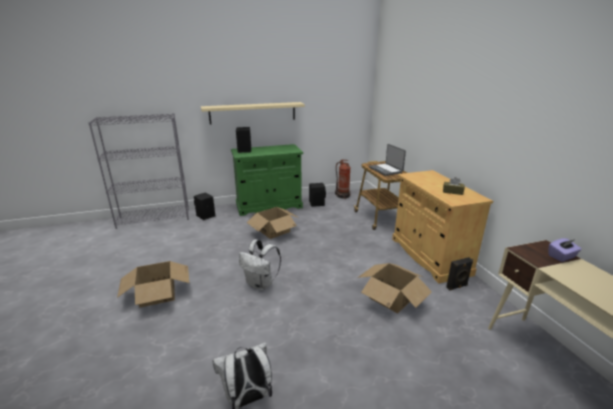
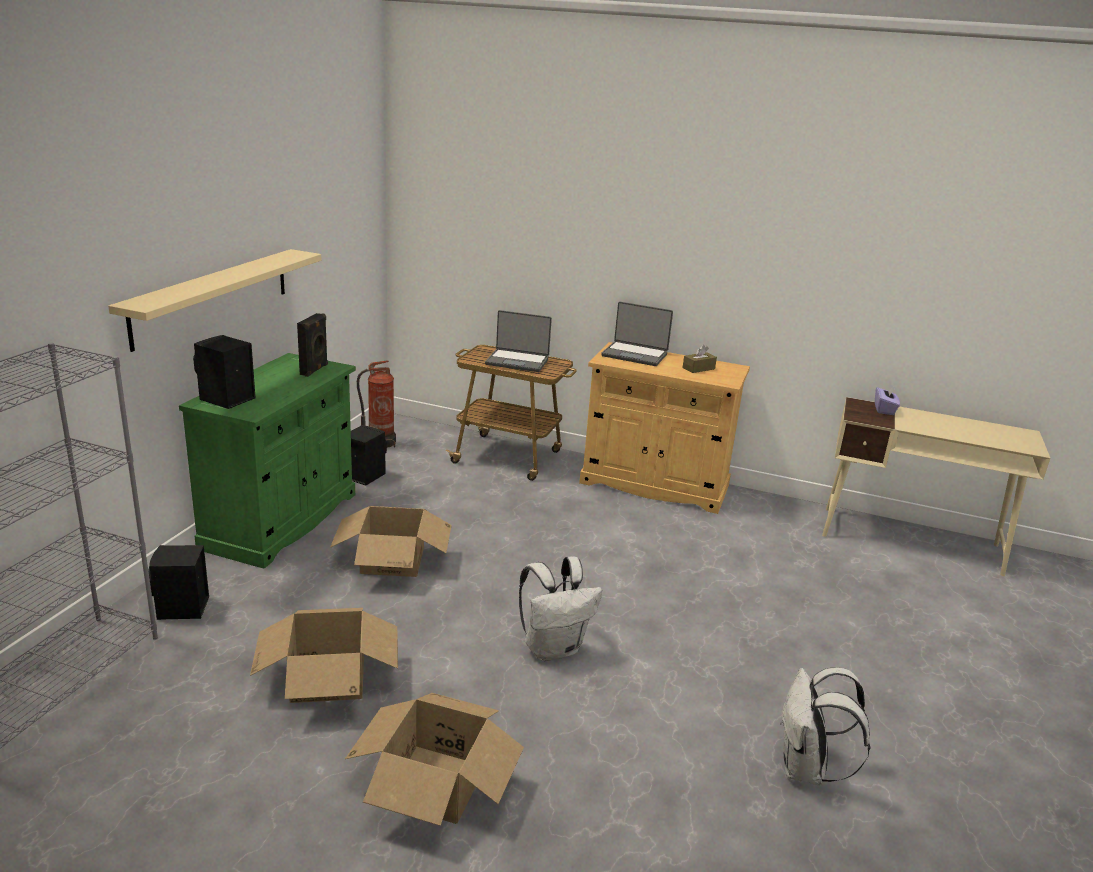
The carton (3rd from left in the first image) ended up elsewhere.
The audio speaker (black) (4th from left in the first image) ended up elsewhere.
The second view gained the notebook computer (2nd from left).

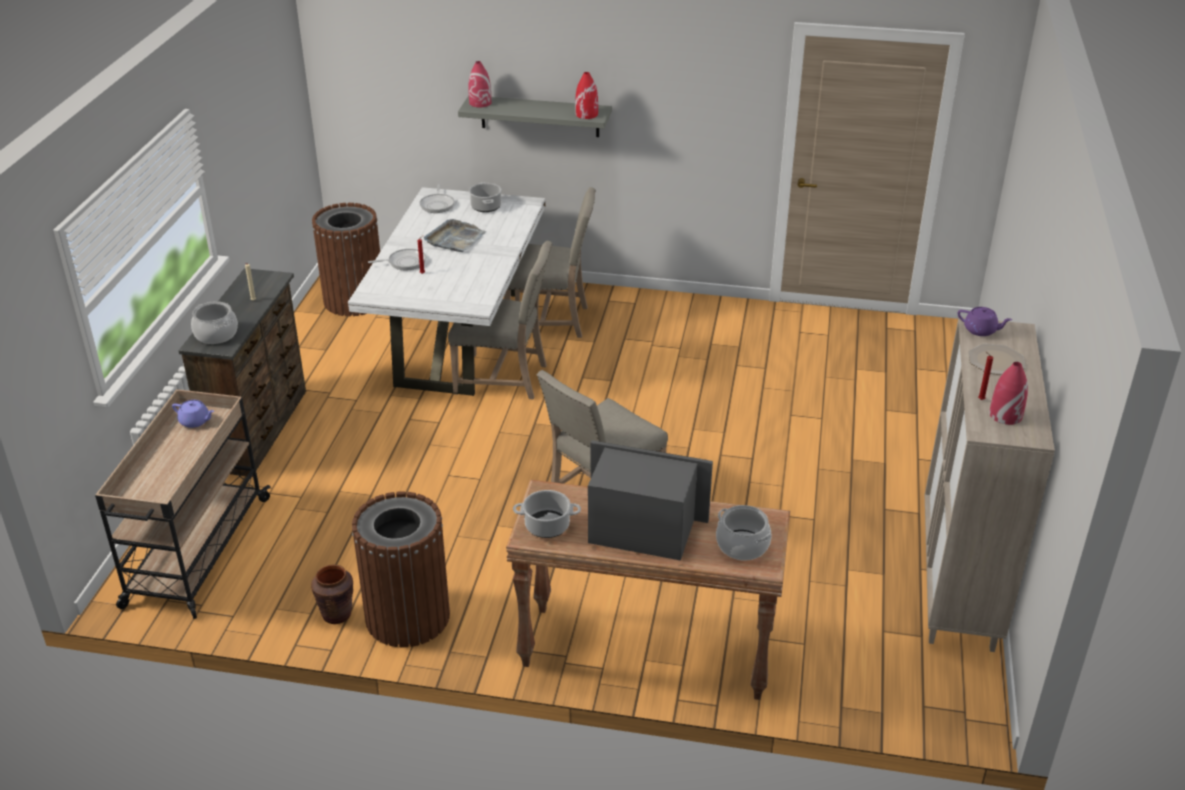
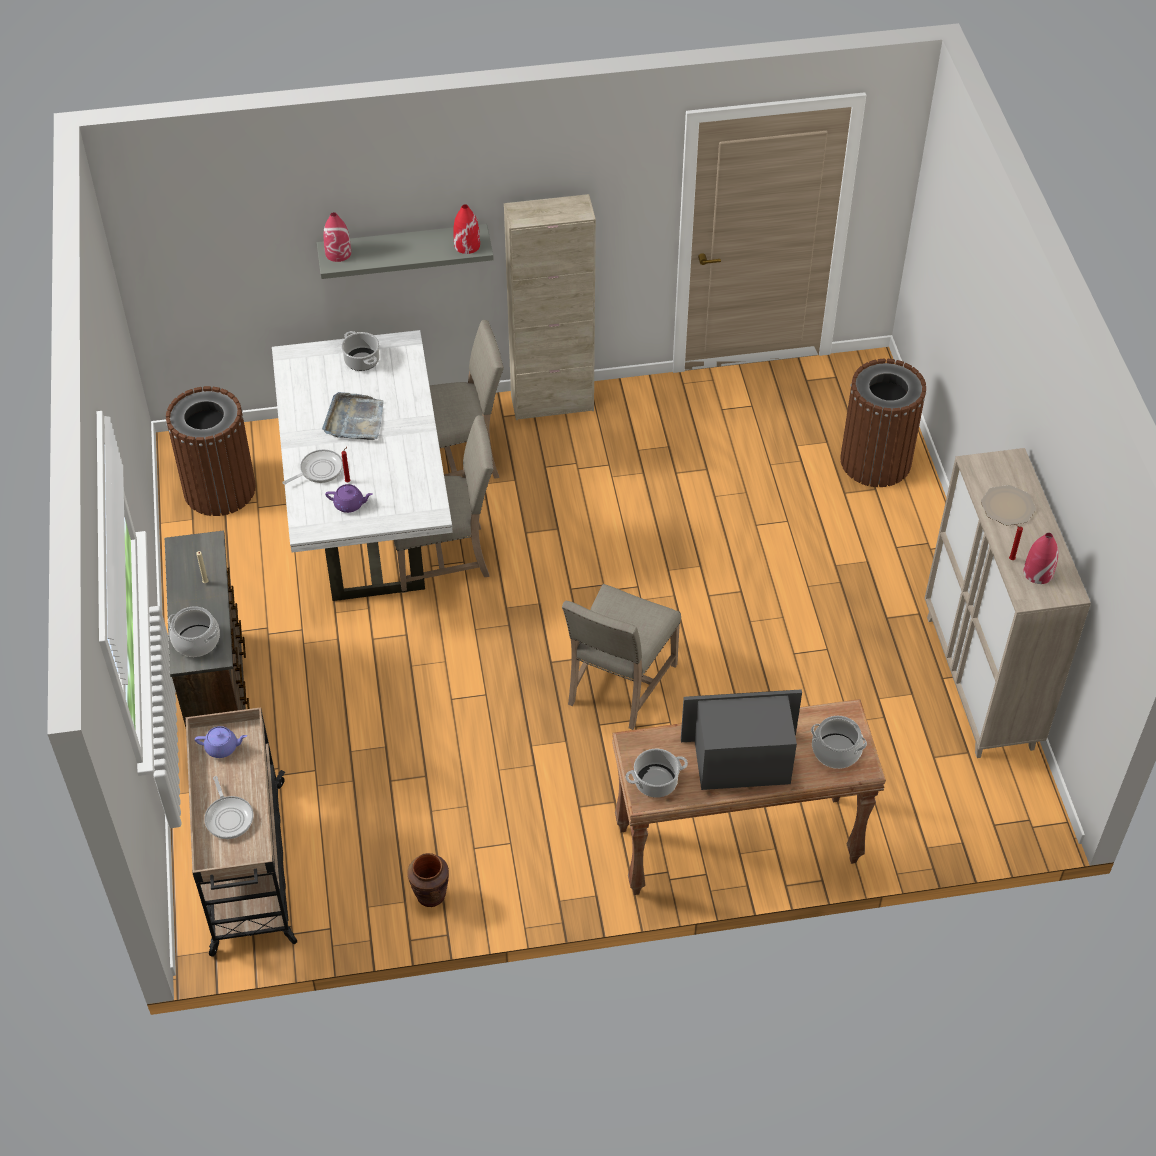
The frying pan (2nd from left in the first image) ended up elsewhere.
The teapot (purplish) (2nd from left) ended up elsewhere.
The second view gained the storage cabinet (sand-coloured) (1st from left).
The waste bin (brown) (2nd from left) ended up elsewhere.

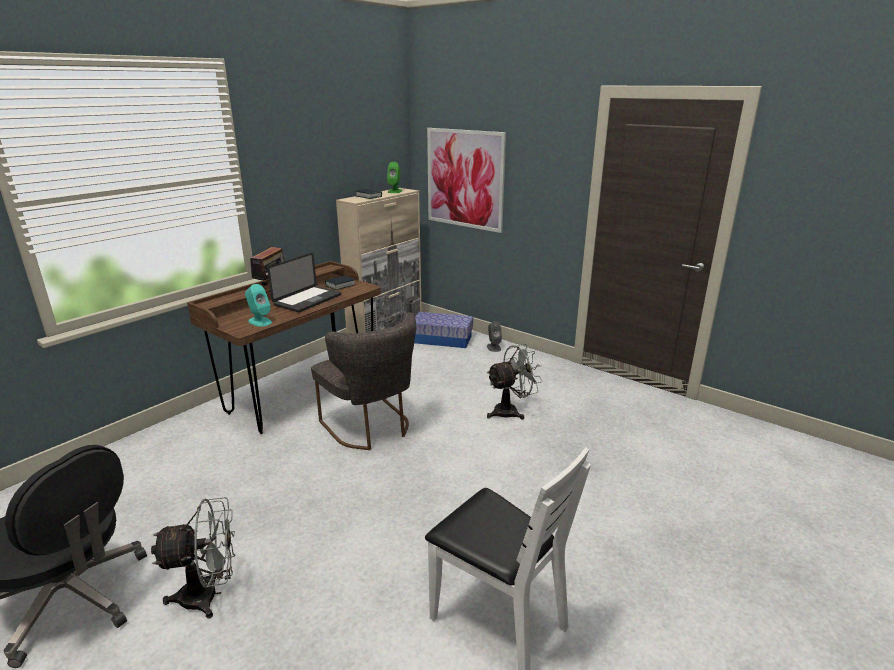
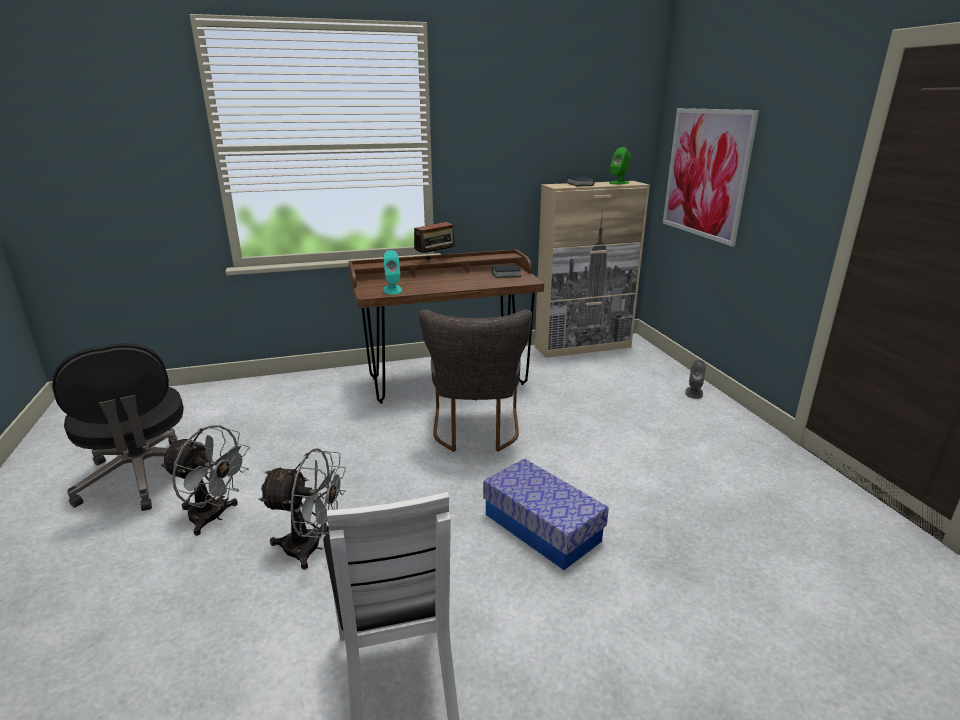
The cooling fan (grey) (2nd from left) ended up elsewhere.
The storage container ended up elsewhere.
The second view lost the notebook computer.

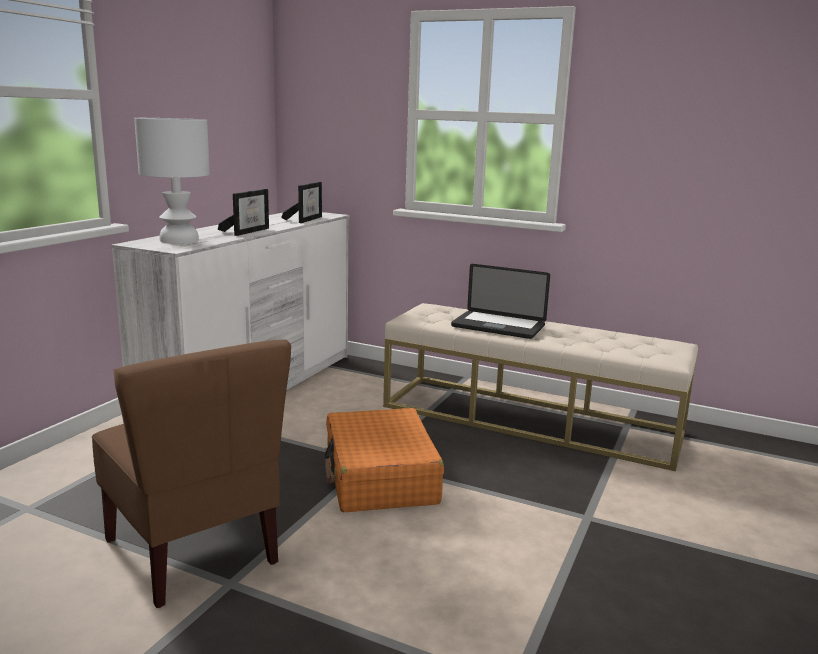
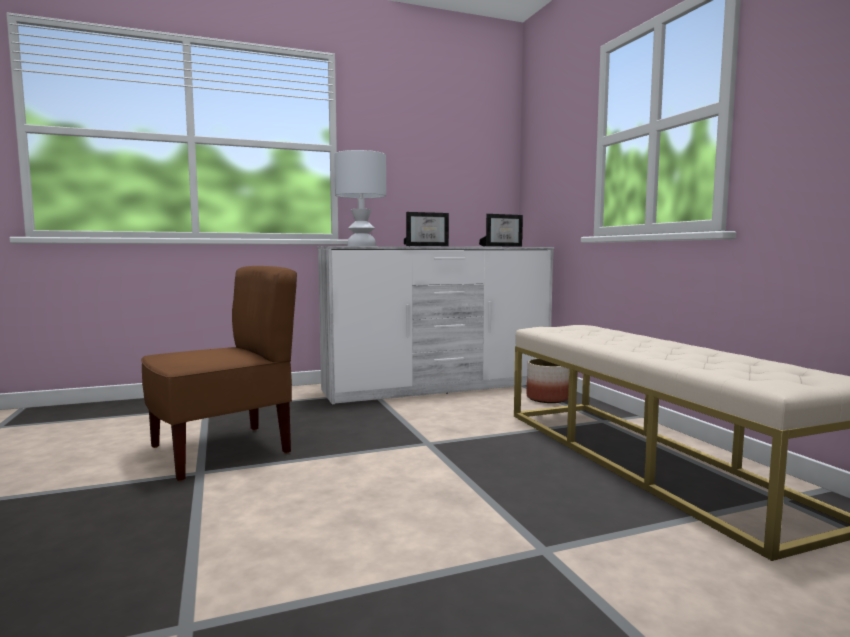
The upright chair (brown) ended up facing another way, 135 degrees counterclockwise from before.
The second view gained the plant pot.
The second view lost the piece of luggage (orangey).
The second view lost the notebook computer.

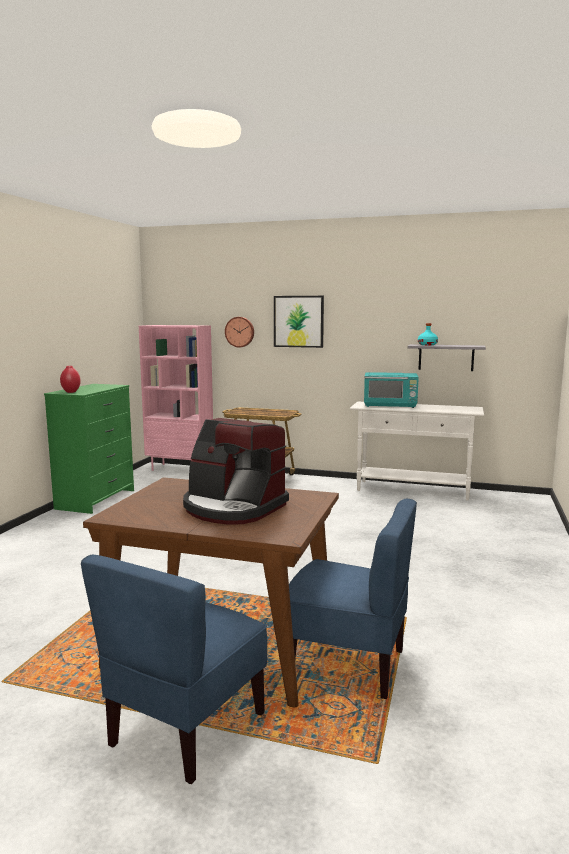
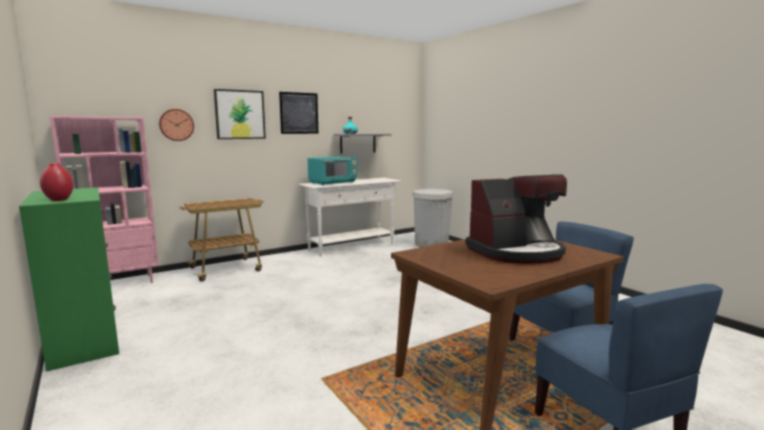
The second view gained the picture (2nd from left).
The second view gained the waste bin (white-coloured).

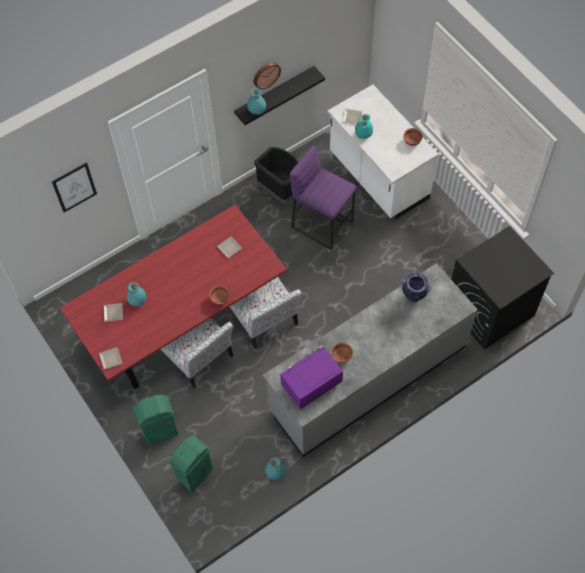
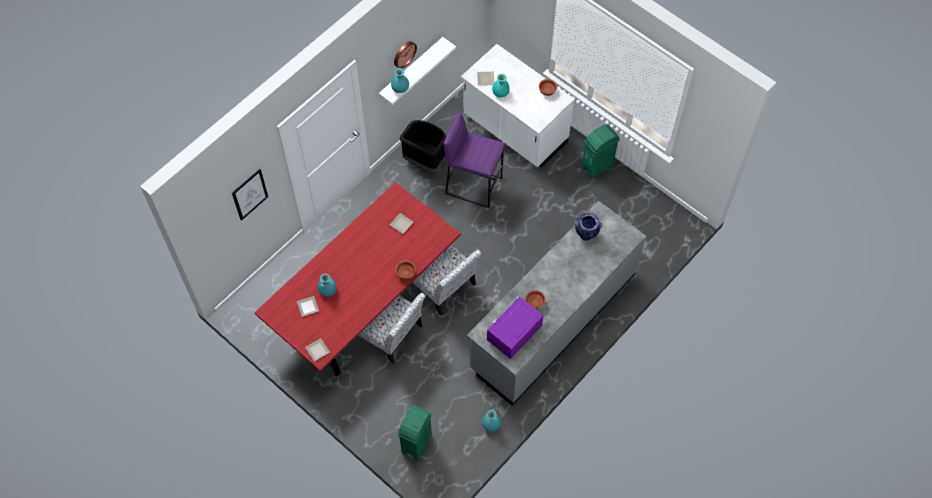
What was the bracket shelf (black) turned into the bracket shelf (white-coloured).
The waste bin (green-coloured) (1st from left in the first image) ended up elsewhere.
The second view lost the washing machine (black).

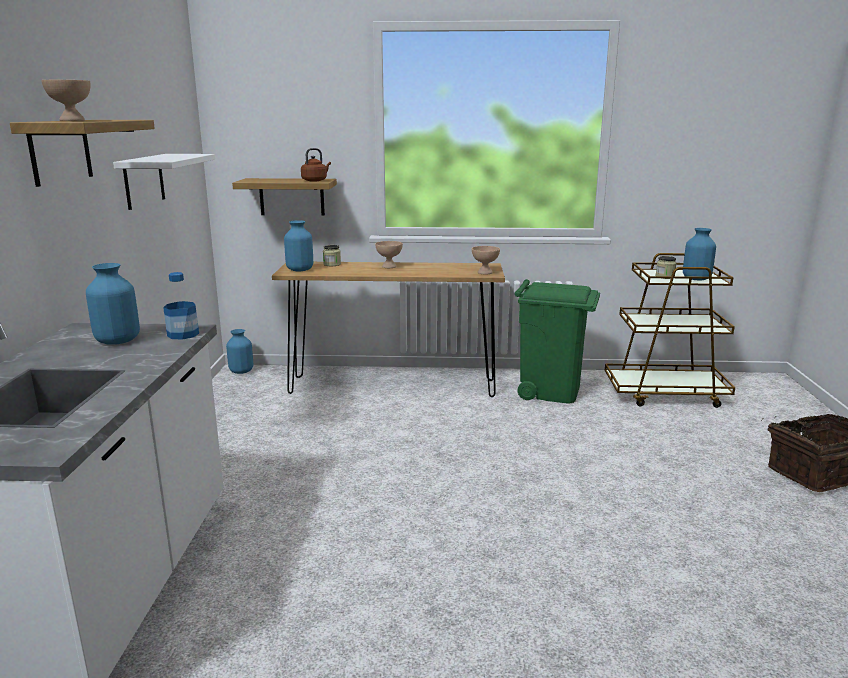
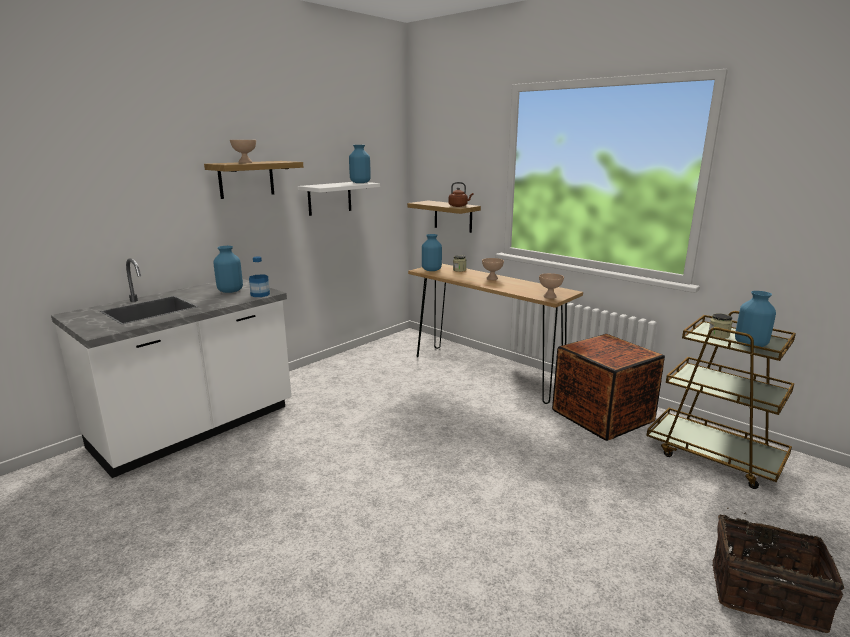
The decorative vase (blue) (2nd from left) ended up elsewhere.
Where the waste bin (green-coloured) stood, the shipping crate came to stand.

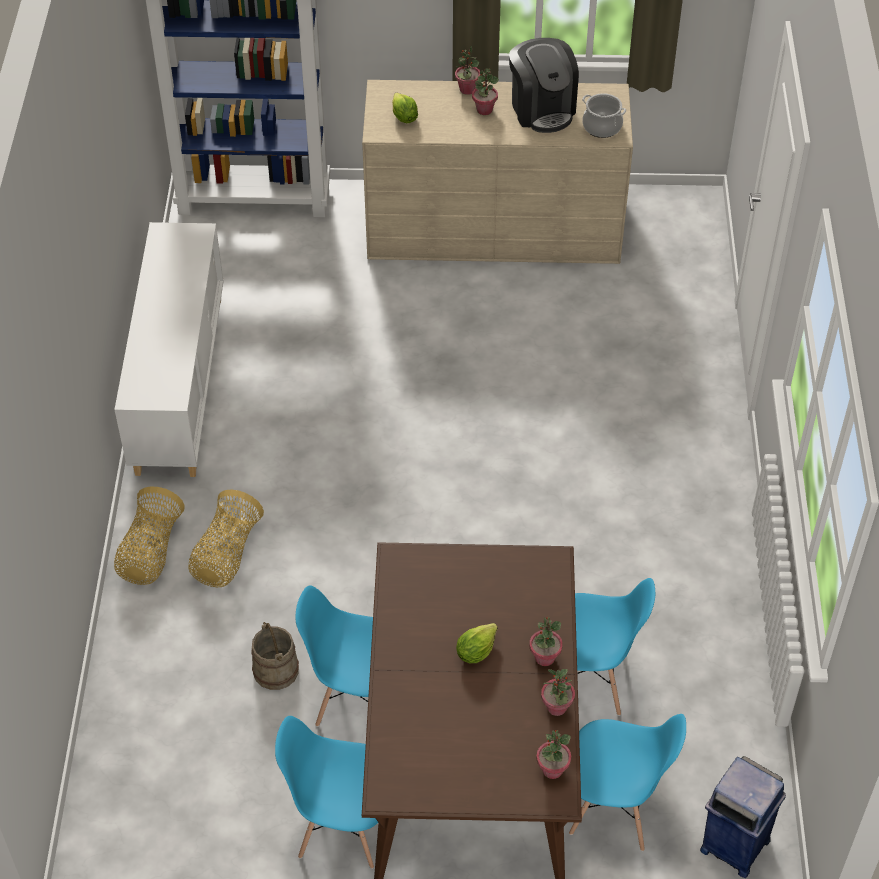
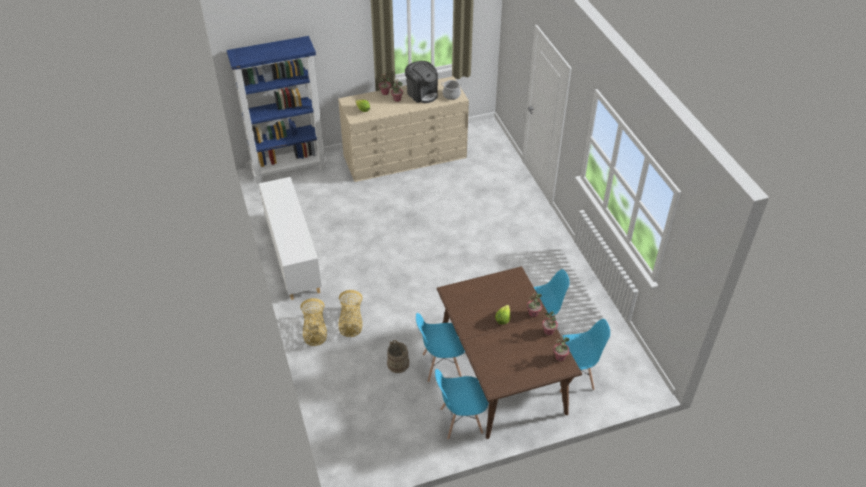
The second view lost the waste bin (blue).

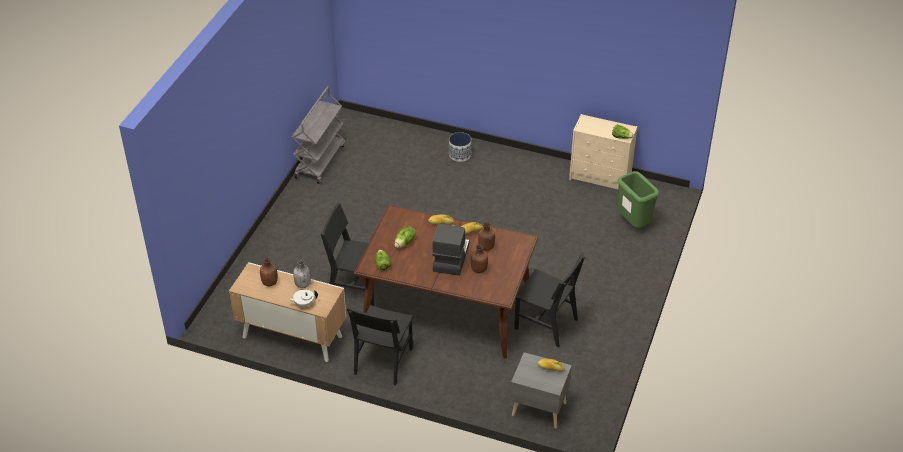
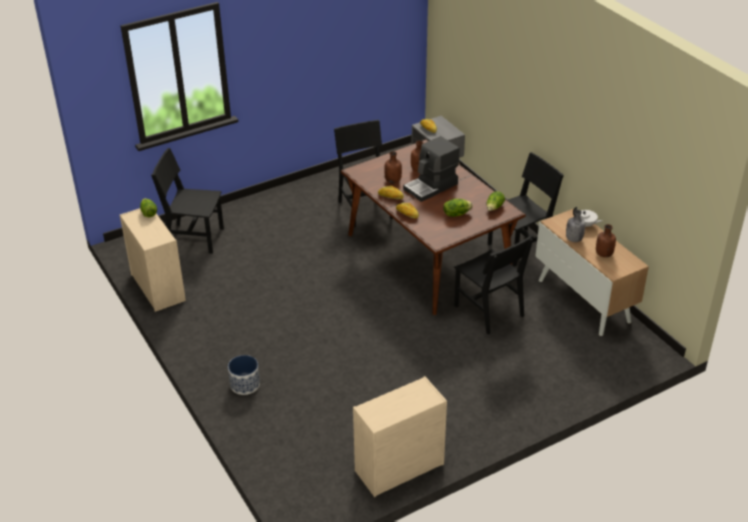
Where the waste bin (green-coloured) stood, the upright chair (black) (1st from left) came to stand.
Where the cart (grey) stood, the dresser (sand-coloured) (2nd from left) came to stand.

